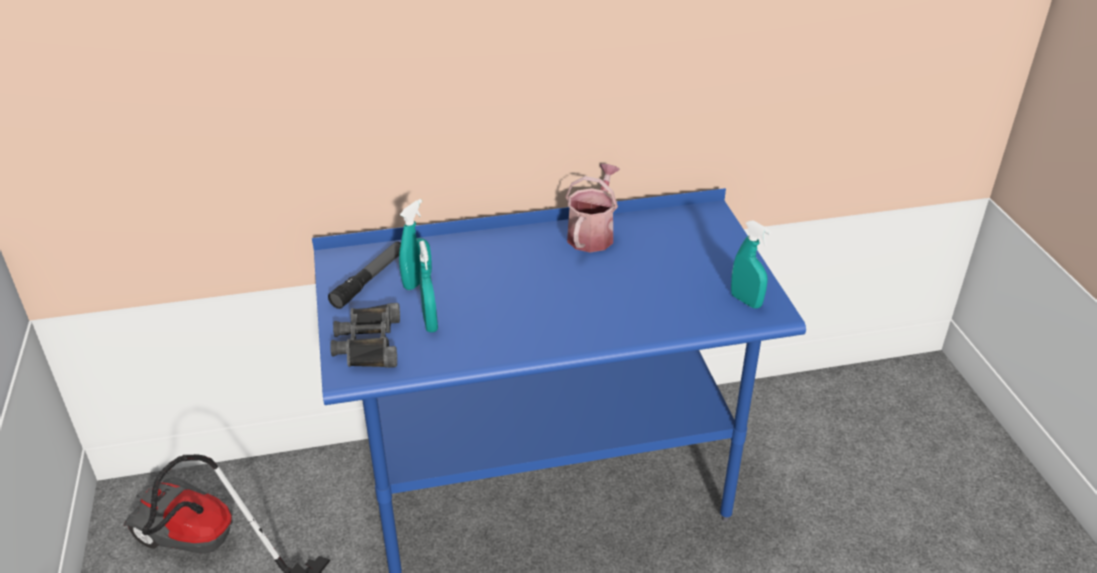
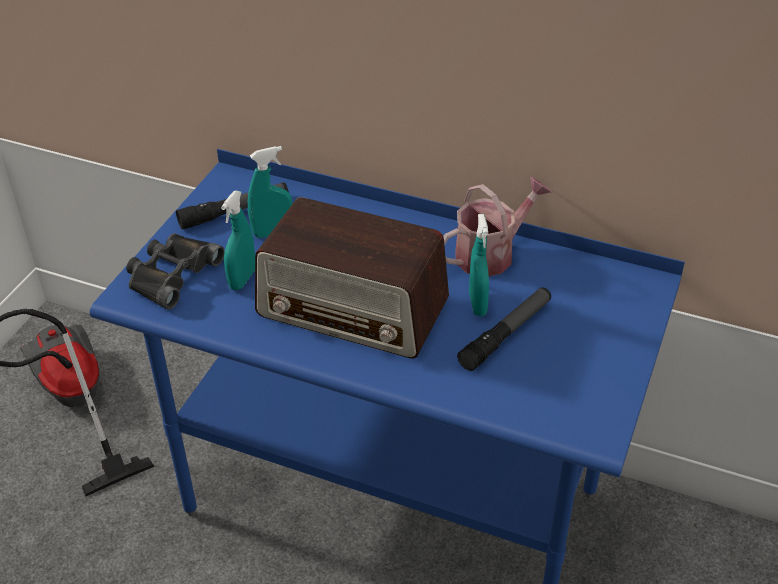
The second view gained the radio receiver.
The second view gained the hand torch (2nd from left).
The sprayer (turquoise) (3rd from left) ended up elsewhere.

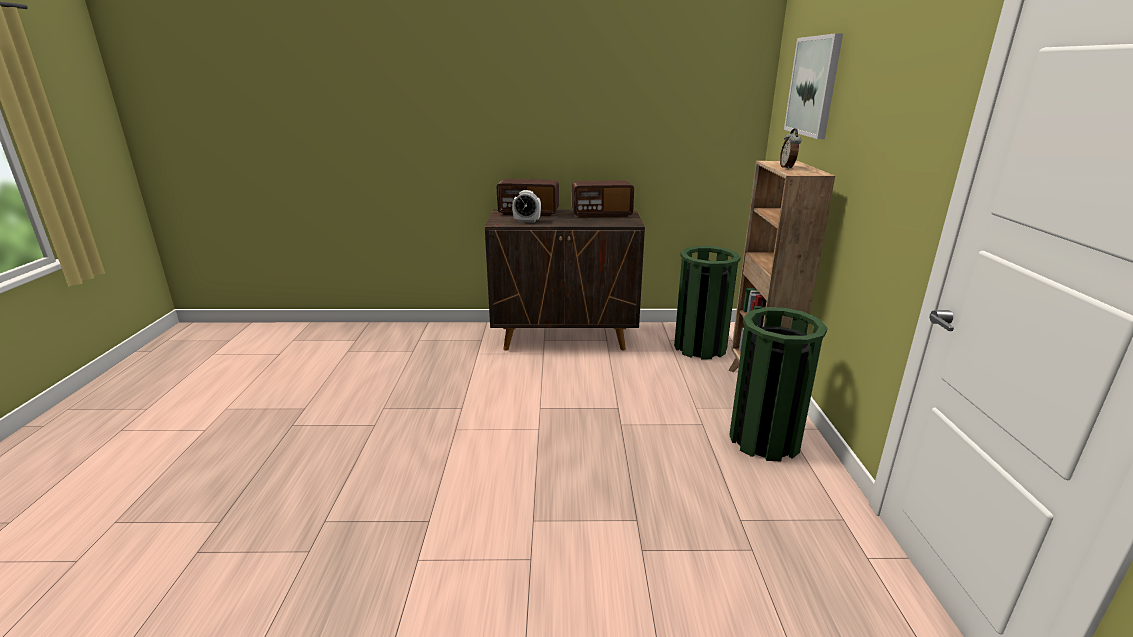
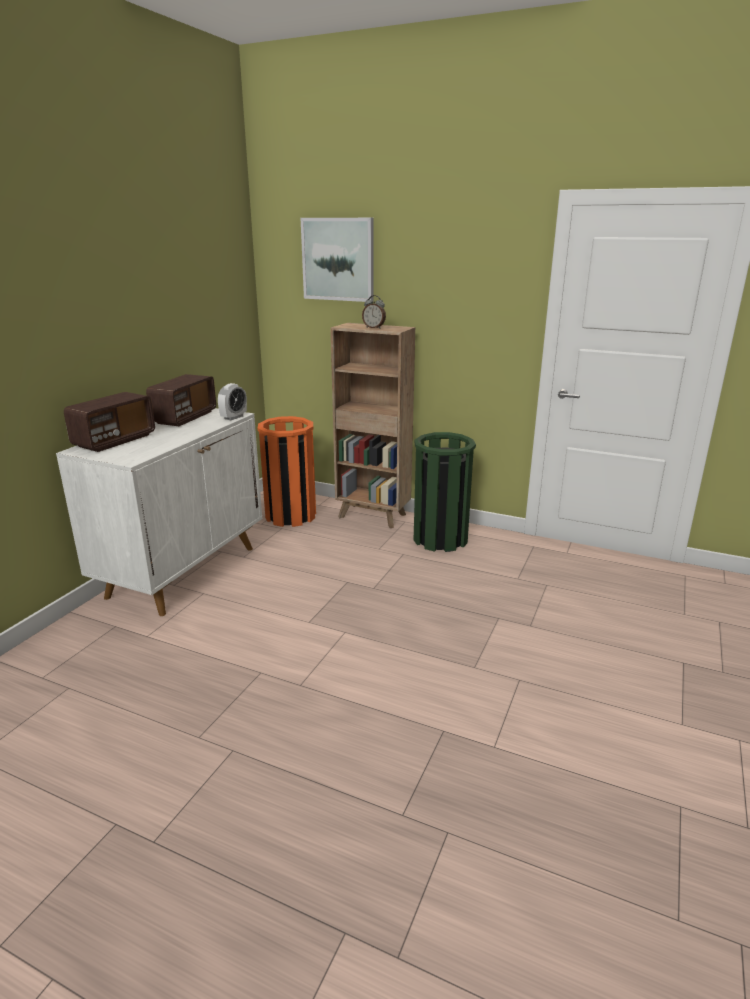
What was the storage cabinet (brown) turned into the storage cabinet (white-coloured).
The table clock (1st from left) ended up elsewhere.
What was the waste bin (green-coloured) (1st from left) turned into the waste bin (orangey).

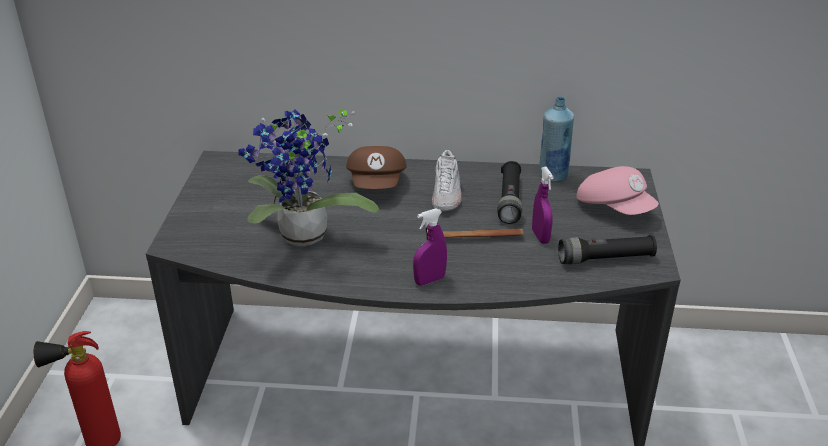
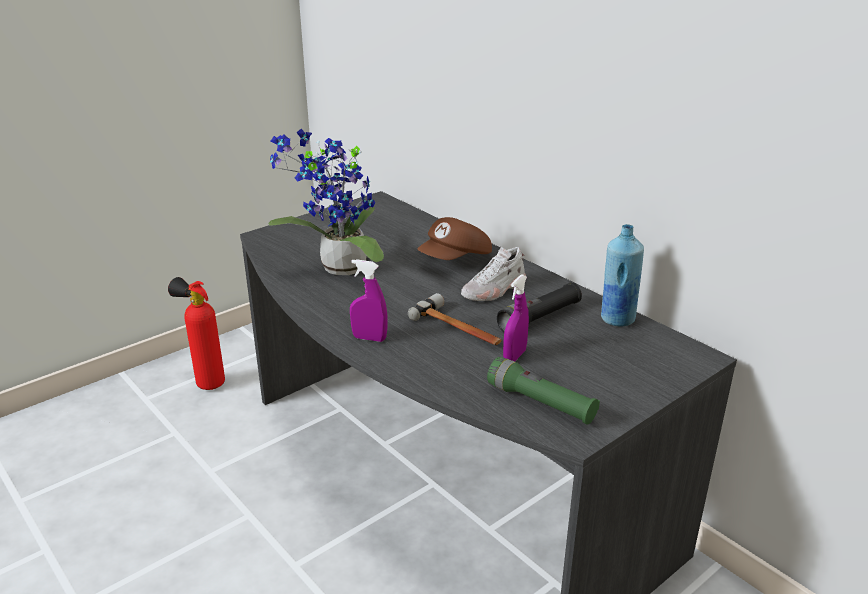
What was the hand torch (black) (2nd from left) turned into the hand torch (green-coloured).
The second view lost the cap (pinkish).

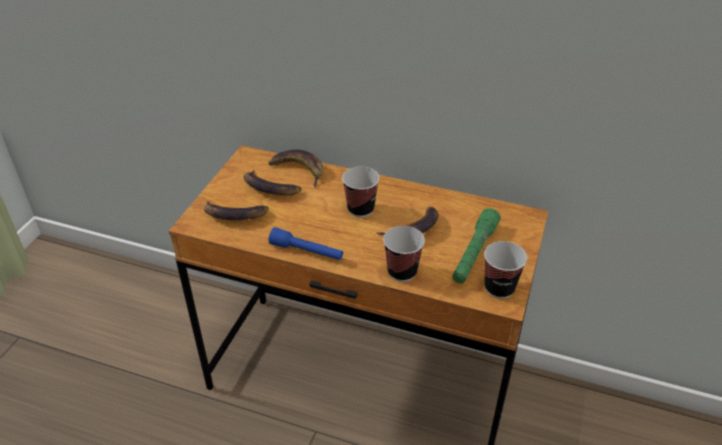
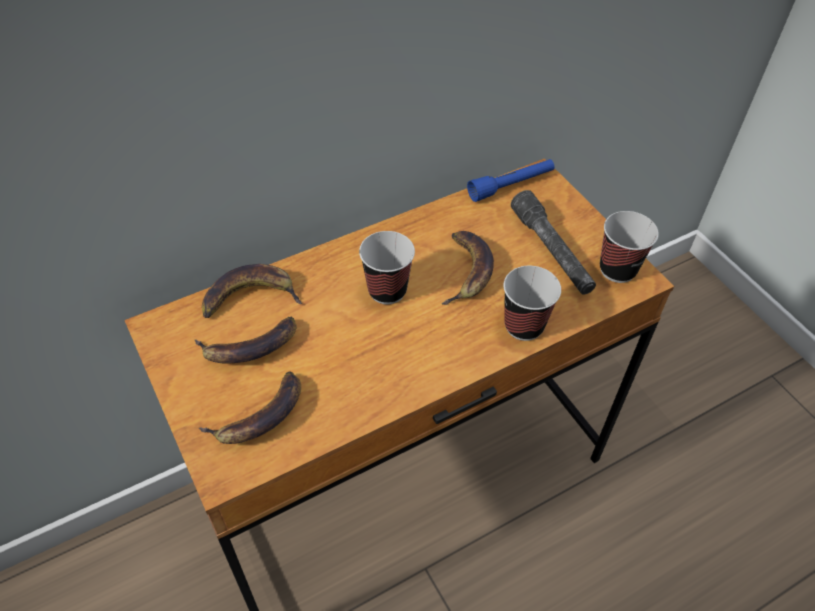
The hand torch (blue) ended up elsewhere.
What was the hand torch (green-coloured) turned into the hand torch (grey).

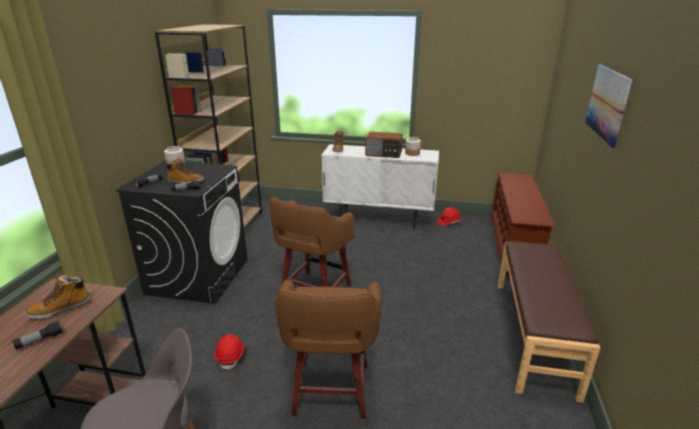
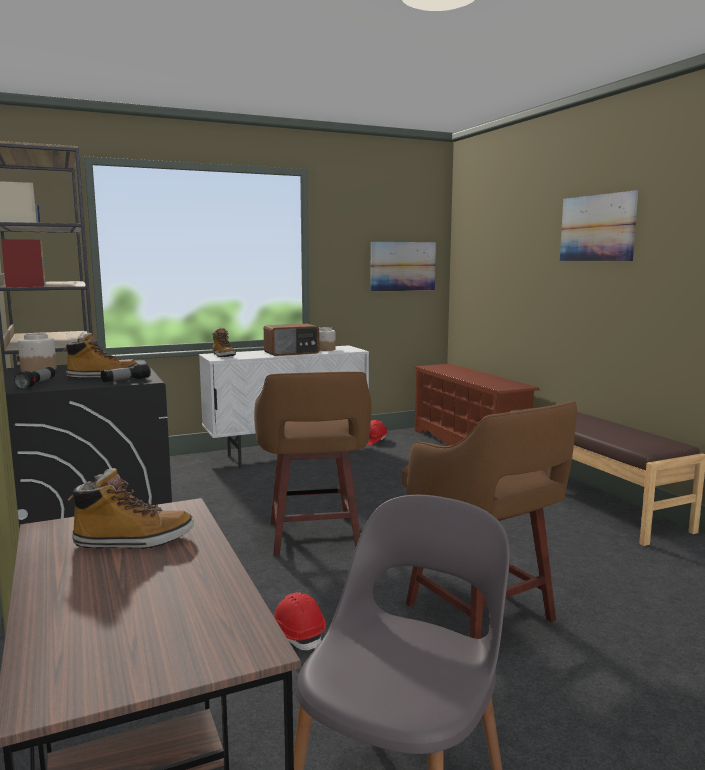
The boot (1st from left in the first image) ended up facing another way, 120 degrees counterclockwise from before.
The second view gained the picture (1st from left).
The second view lost the hand torch (1st from left).

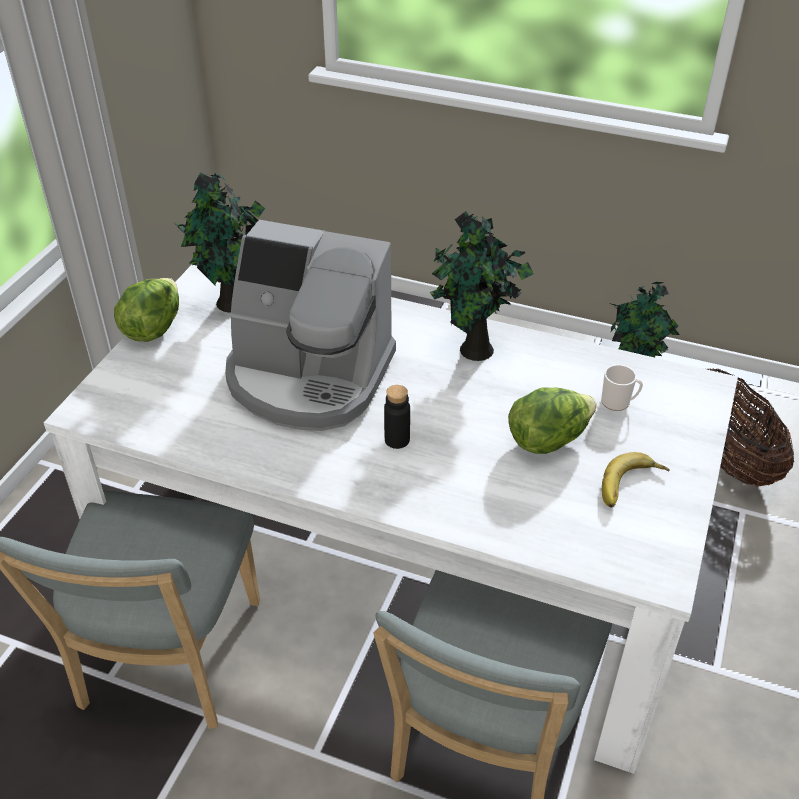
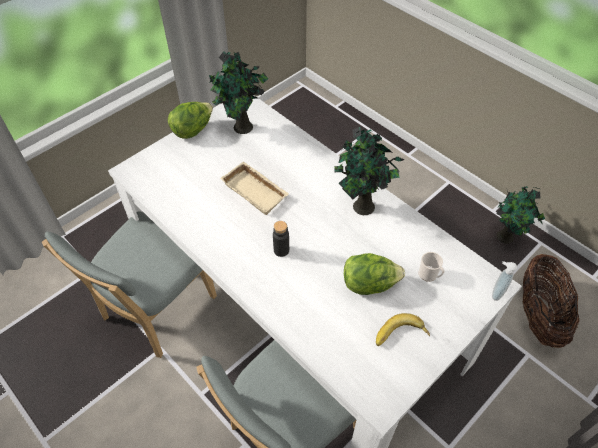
Where the coffee brewer stood, the serving tray (sand-coloured) came to stand.
The second view gained the liquid soap bottle.

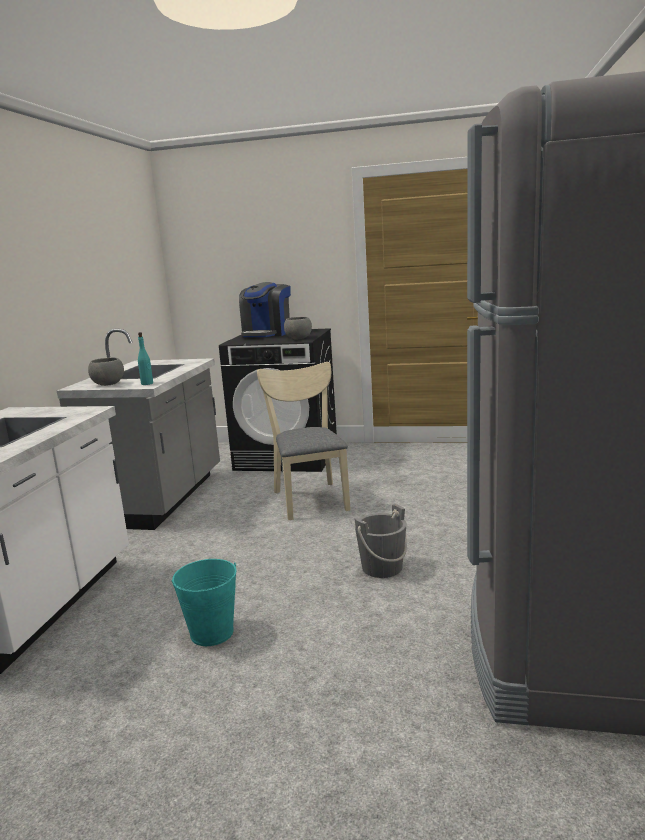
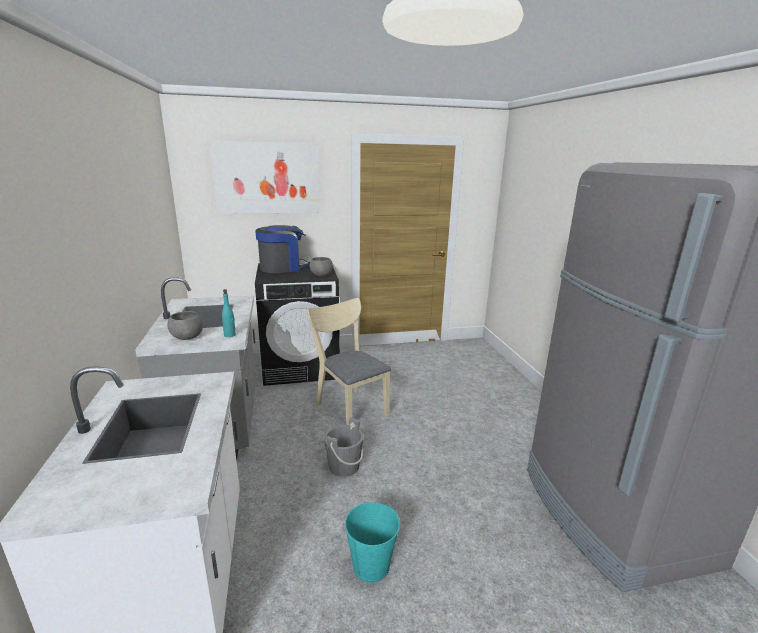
The second view gained the picture.
The coffee brewer ended up facing another way, 120 degrees counterclockwise from before.
The water bucket (grey) ended up elsewhere.

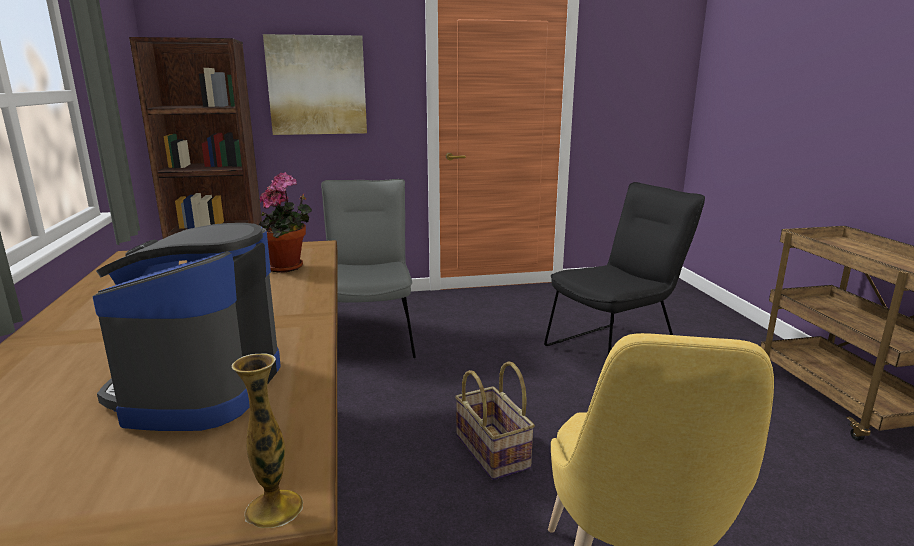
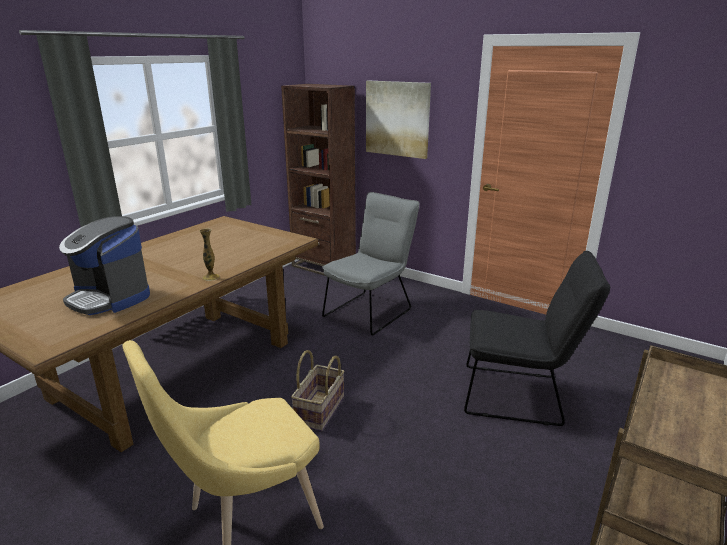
The coffee brewer ended up facing another way, 105 degrees counterclockwise from before.
The decorative vase ended up elsewhere.
The second view lost the potted plant.

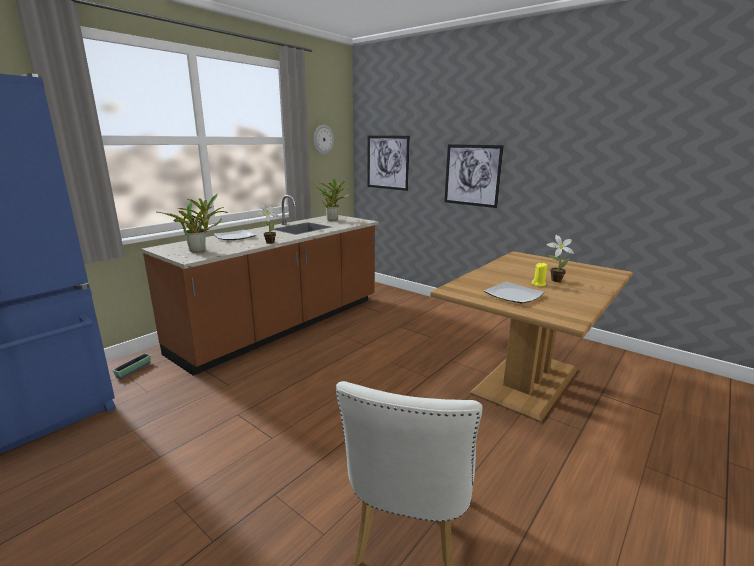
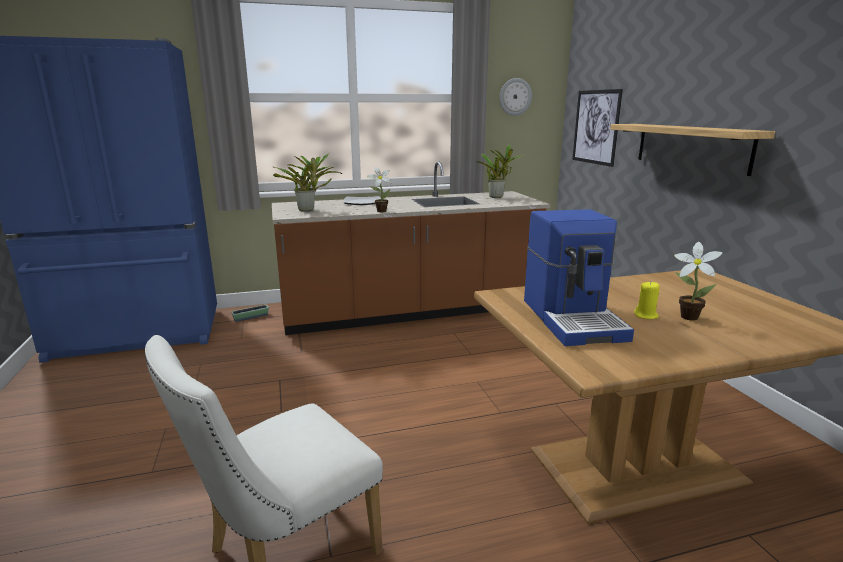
Where the dinner plate (2nd from left) stood, the coffee brewer came to stand.
Where the picture (2nd from left) hung, the bracket shelf came to hang.

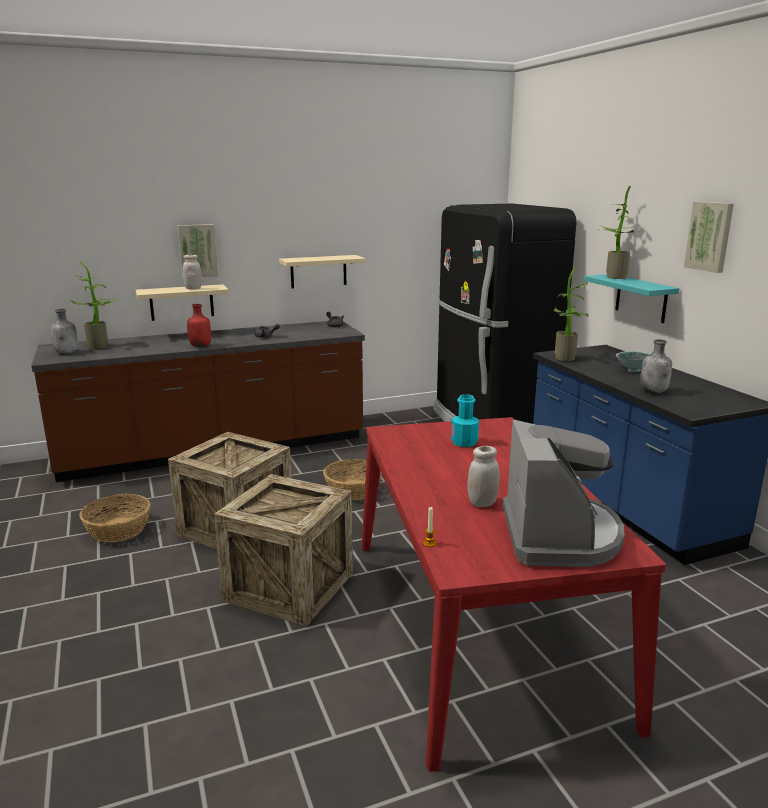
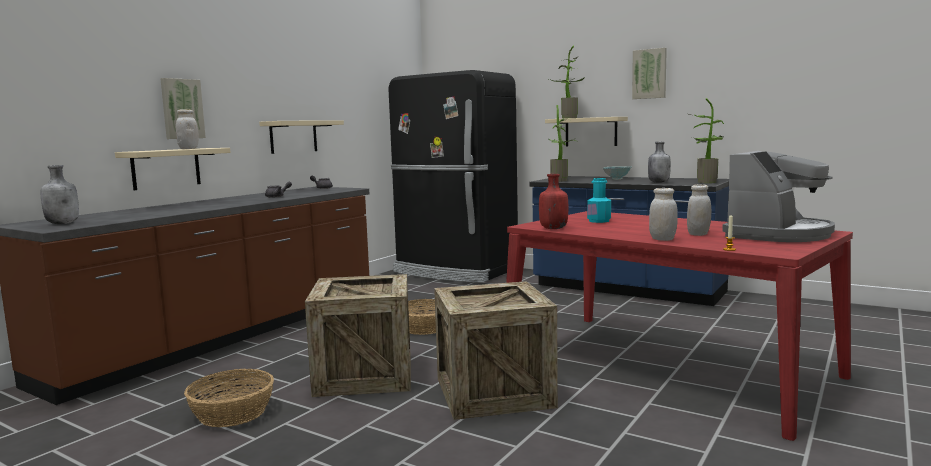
The beverage bottle (red) ended up elsewhere.
What was the bracket shelf (turquoise) turned into the bracket shelf (sand-coloured) (3rd from left).
The second view gained the jar (white-coloured) (2nd from left).
The potted plant (1st from left in the first image) ended up elsewhere.
The coffee brewer ended up facing another way, 75 degrees clockwise from before.

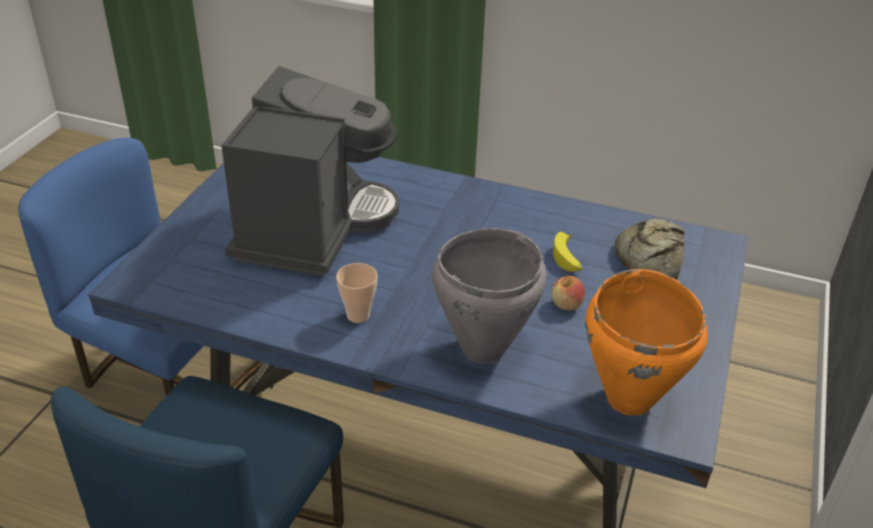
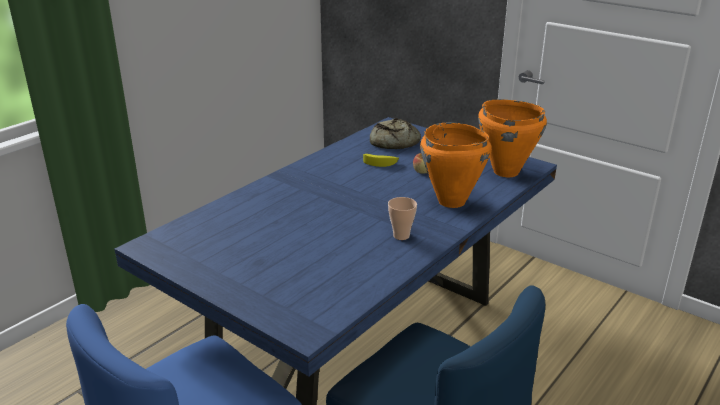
What was the stockpot (grey) turned into the stockpot (orangey) (1st from left).
The second view lost the coffee brewer.

